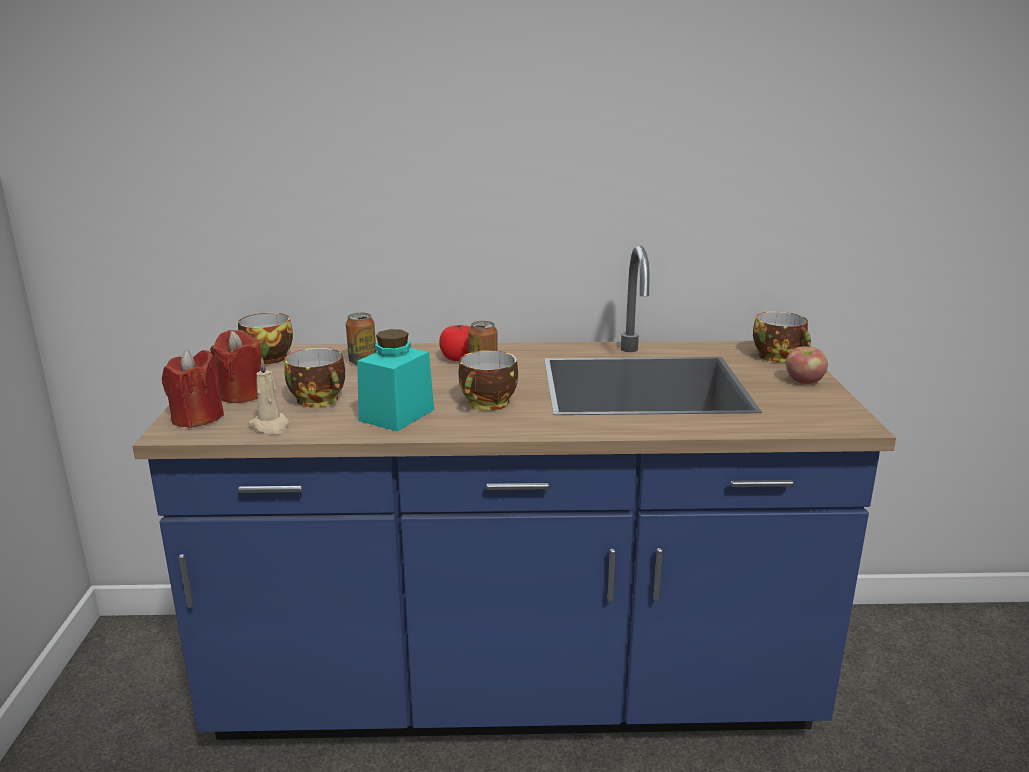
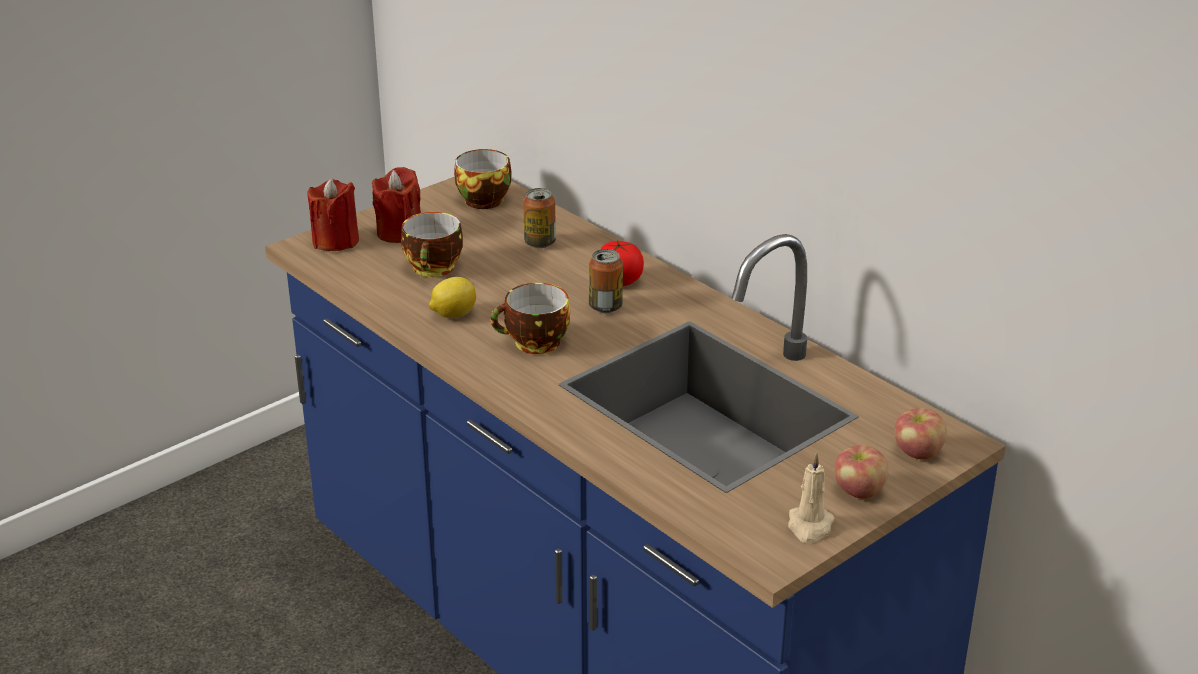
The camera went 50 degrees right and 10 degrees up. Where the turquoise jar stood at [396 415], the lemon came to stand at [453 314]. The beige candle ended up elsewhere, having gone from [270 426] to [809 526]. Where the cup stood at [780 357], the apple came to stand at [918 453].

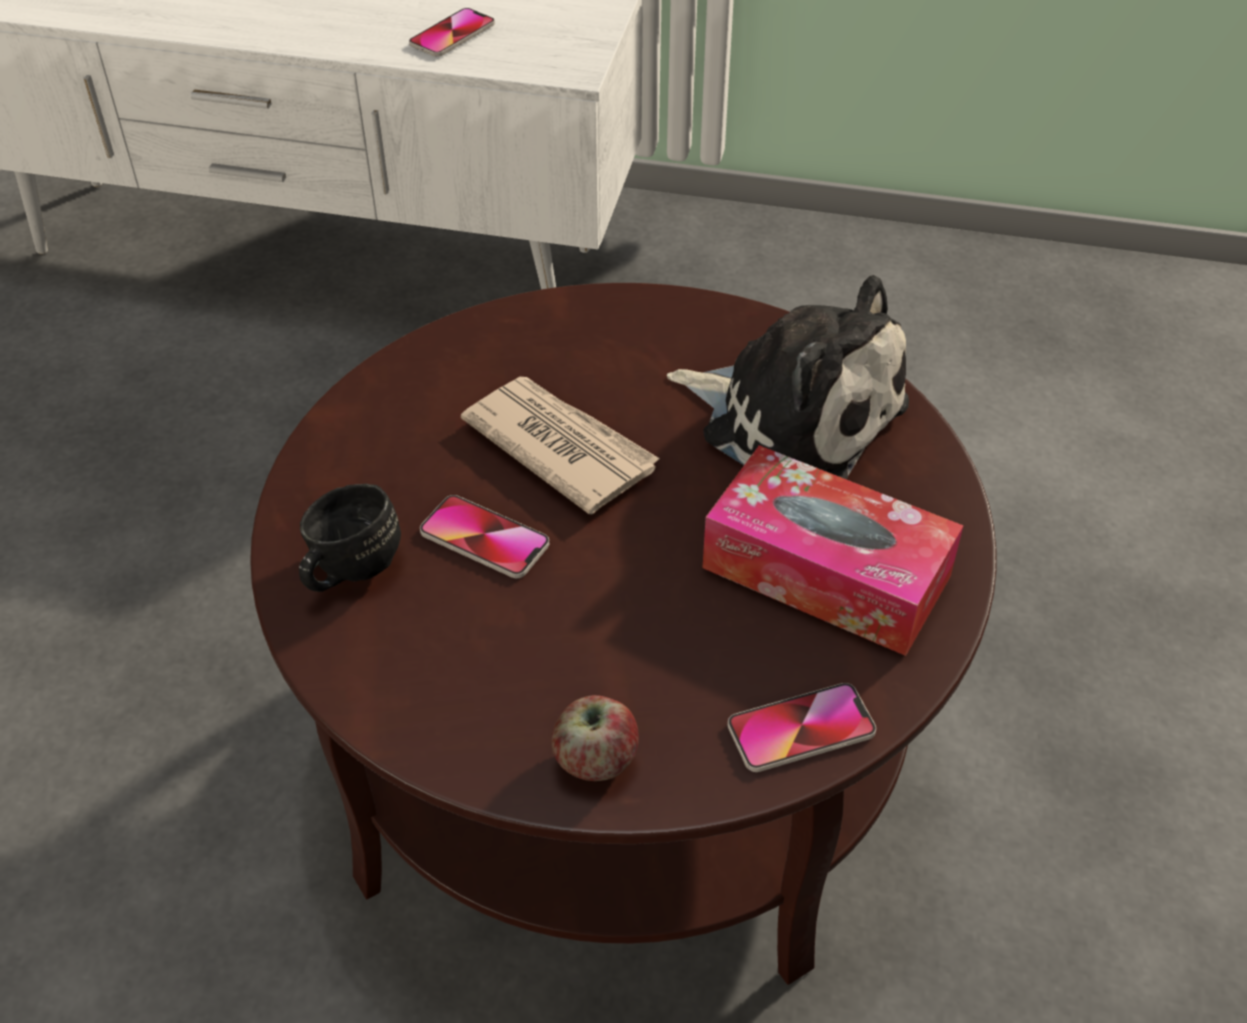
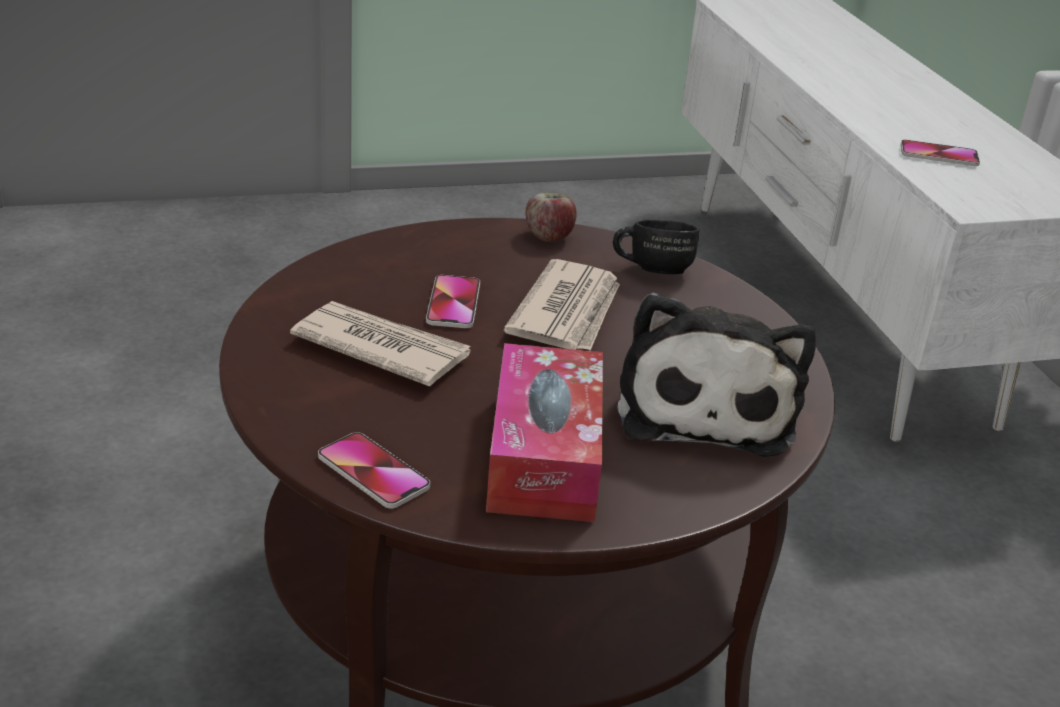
The camera went 60 degrees right and 15 degrees down. The second view gained the newspaper at [381 348]. The apple ended up elsewhere, having gone from [595 760] to [549 236]. The black mug ended up elsewhere, having gone from [346 569] to [651 269].

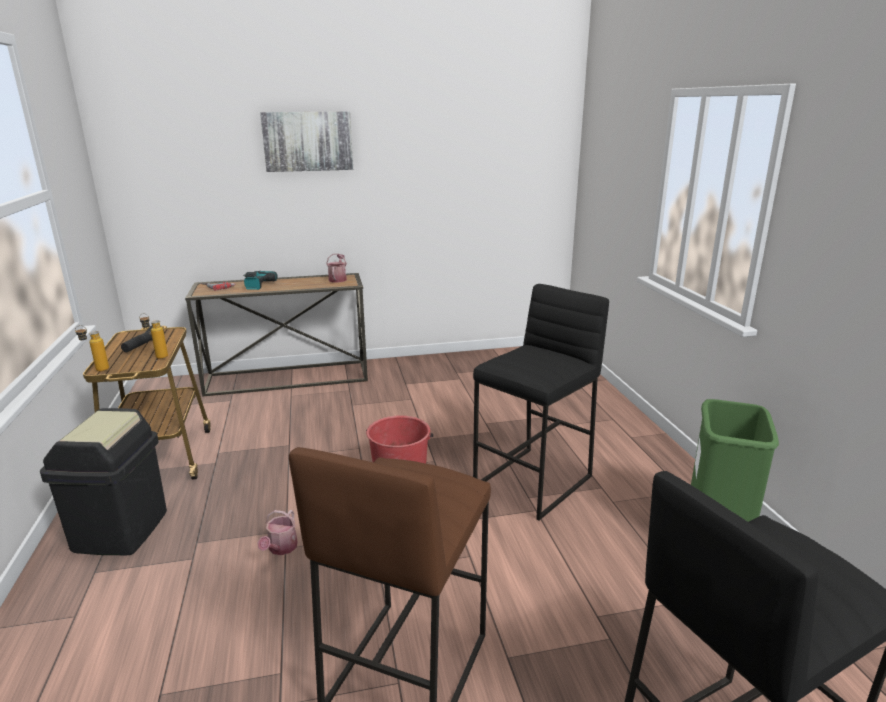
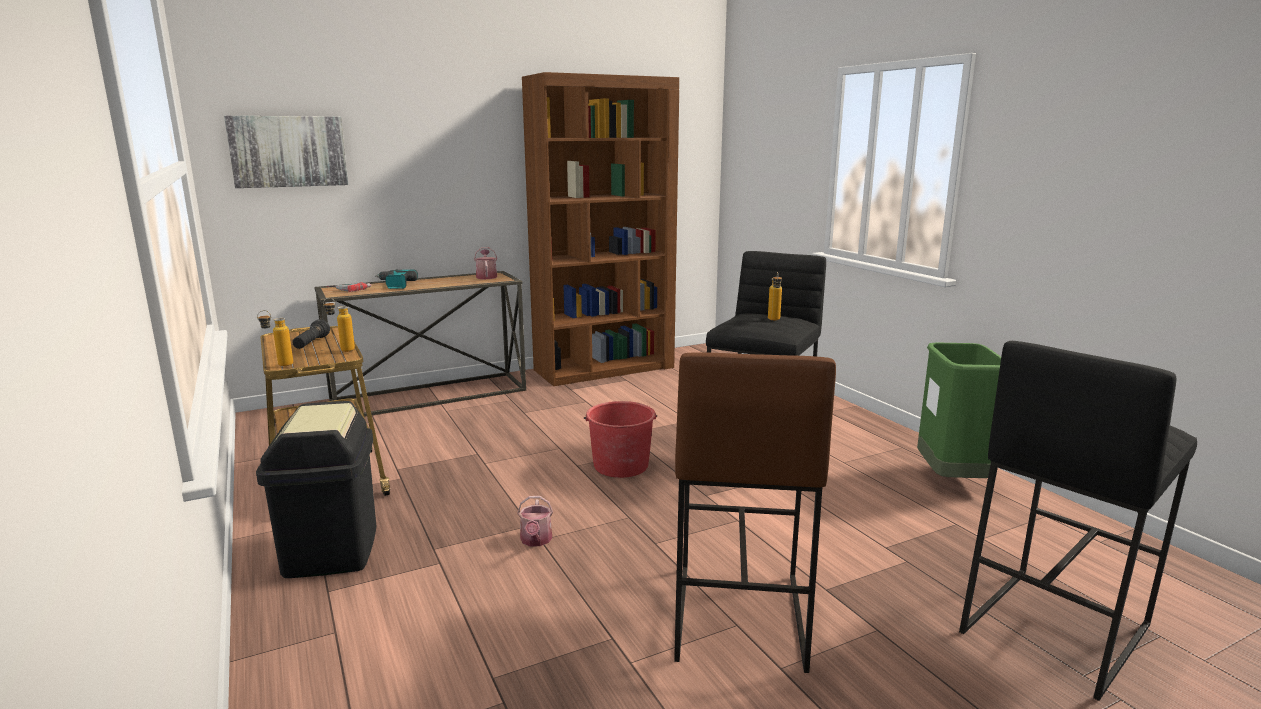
The camera went 15 degrees left and 5 degrees down. The picture ended up elsewhere, having gone from [308 141] to [288 151]. The second view gained the brown bookcase at [604 368]. The second view gained the bottle at [774 320].

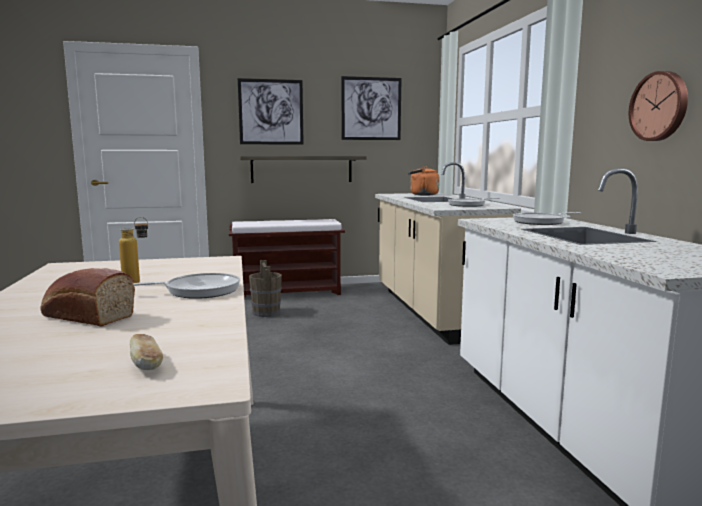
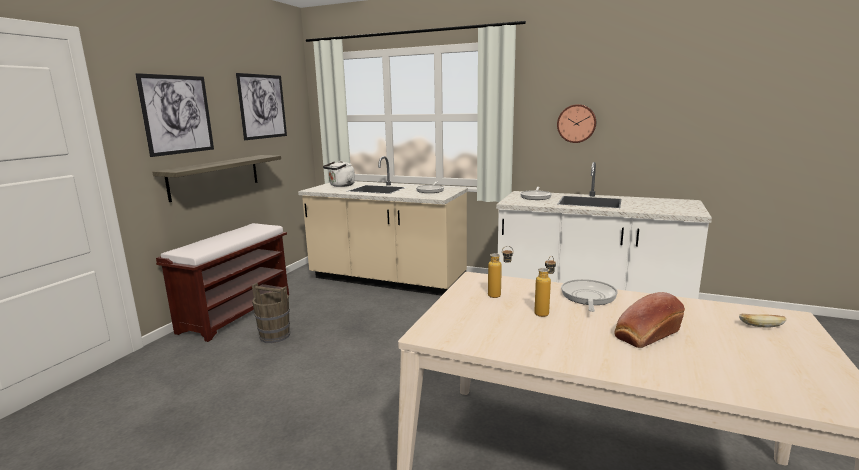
The camera went 55 degrees left and 5 degrees up. What was the orange kettle at [422 195] turned into the white kettle at [341 186]. The second view gained the bottle at [499 296].

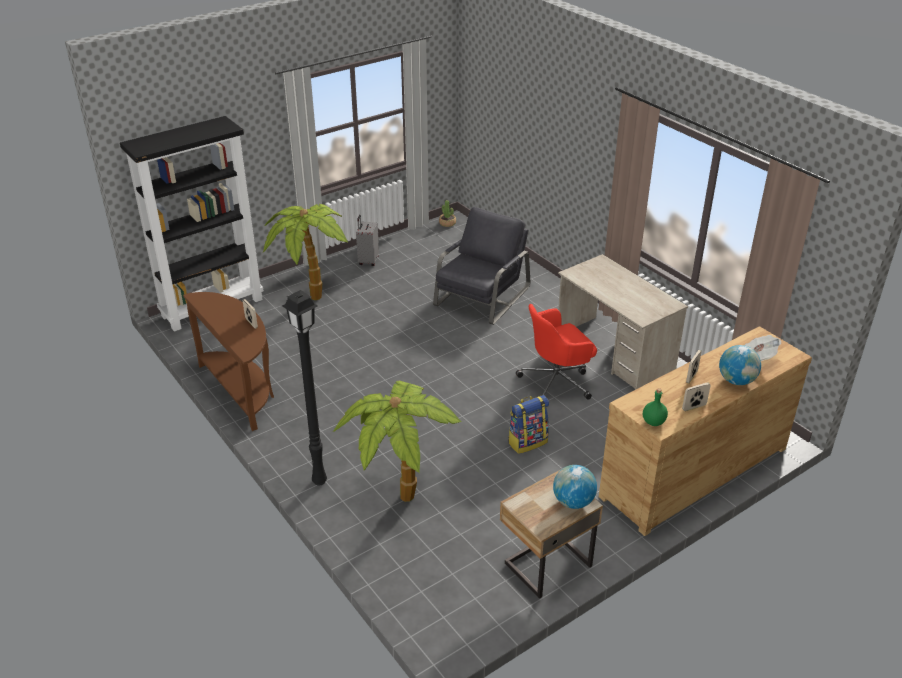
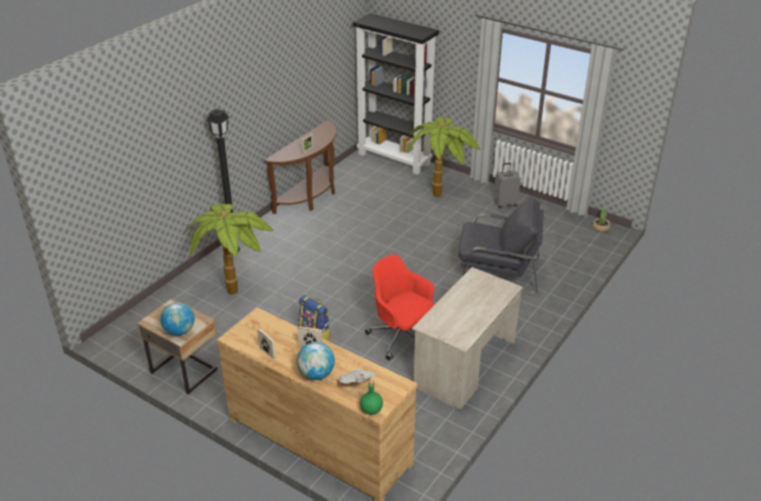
The camera went 70 degrees right and 0 degrees up. The green bottle ended up elsewhere, having gone from [654 422] to [371 410].

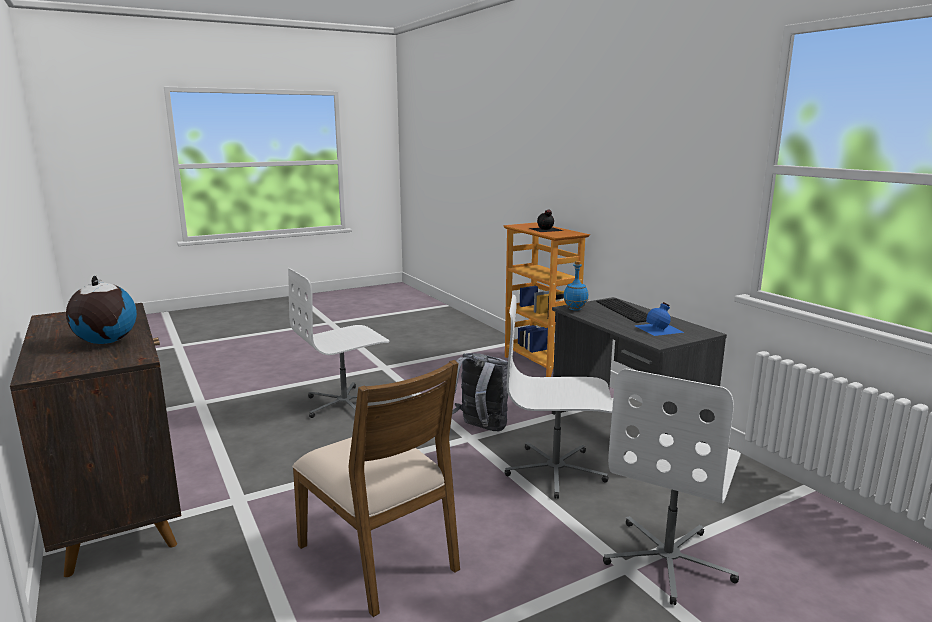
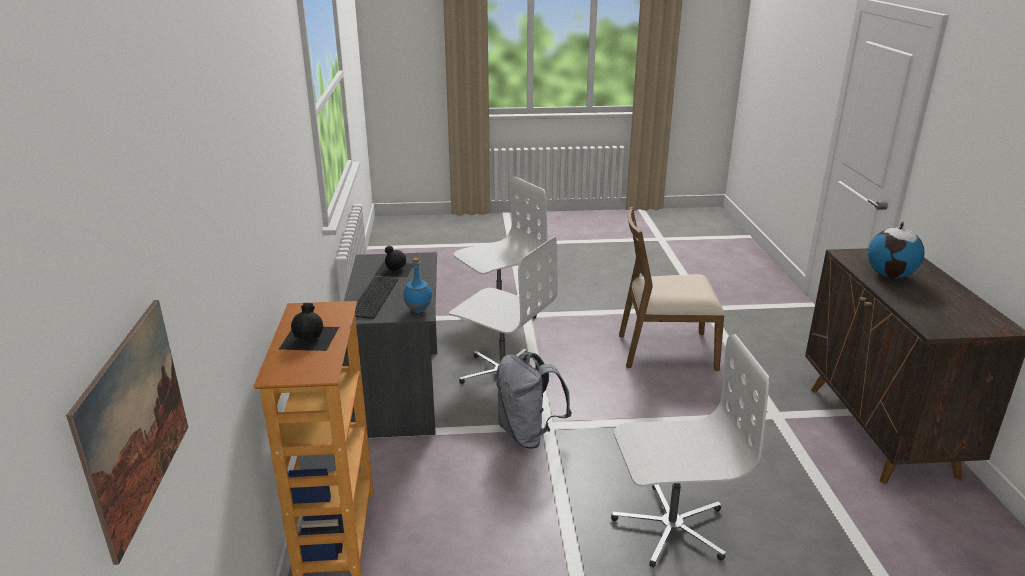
The camera went 155 degrees left and 10 degrees up. The second view gained the picture at [135 422]. What was the blue bottle at [659 329] turned into the black bottle at [394 269]. The brown chair at [380 556] ended up facing another way, 75 degrees counterclockwise from before.

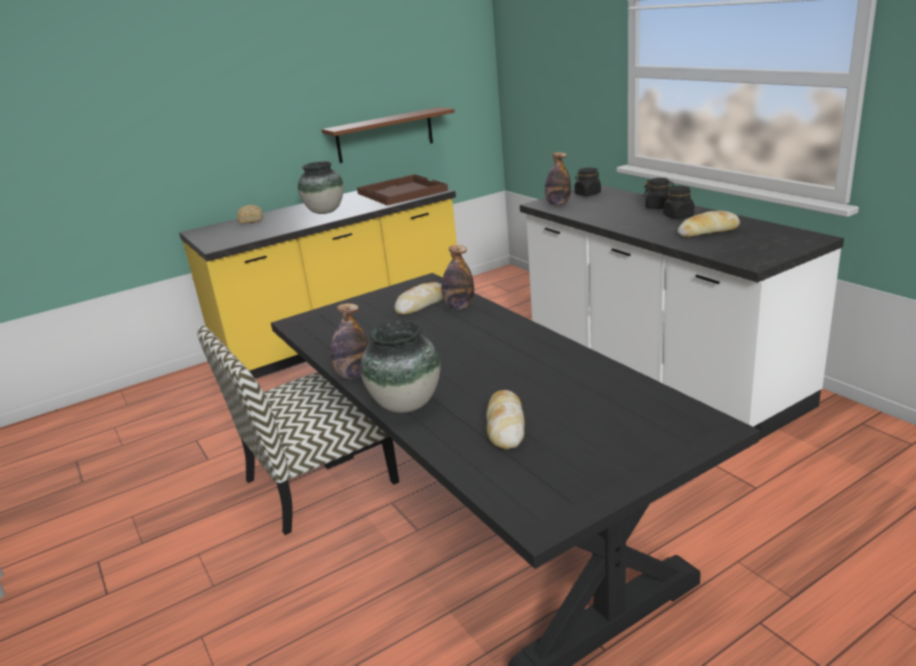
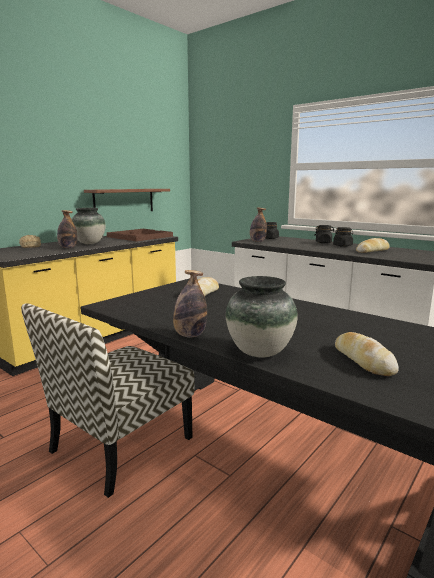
The camera went 20 degrees left and 10 degrees down. The bottle ended up elsewhere, having gone from [459 307] to [68 247].

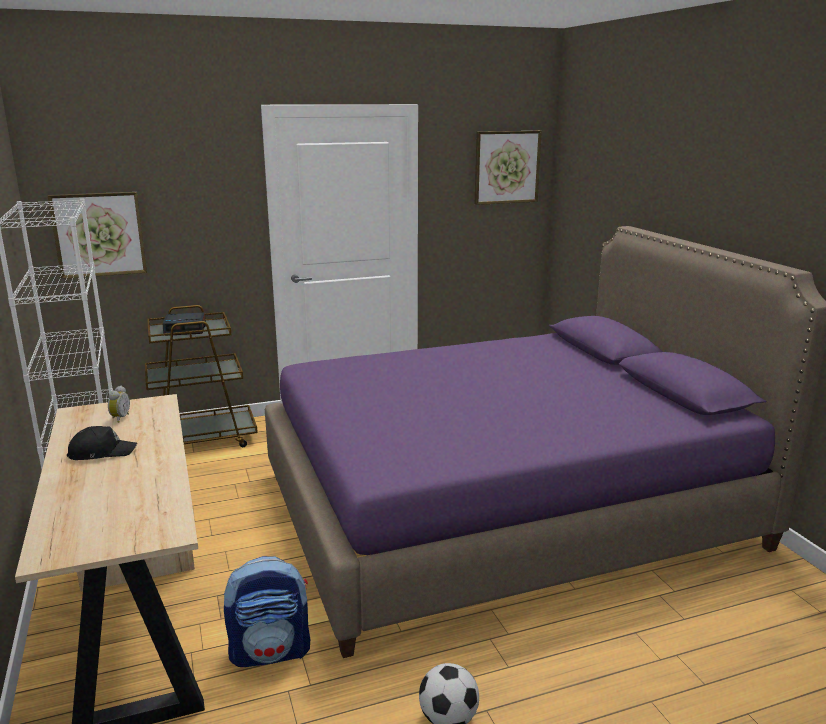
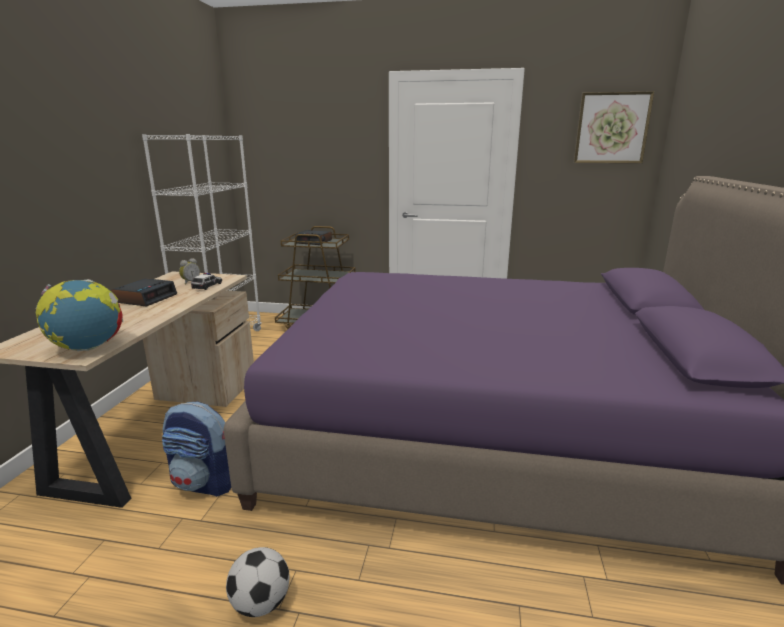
The camera went 30 degrees right and 0 degrees up. The second view gained the globe at [88 348]. Where the black cap stood at [101 452], the alarm clock came to stand at [145 298]. The second view gained the toy car at [207 285]. The second view lost the picture at [99 234].

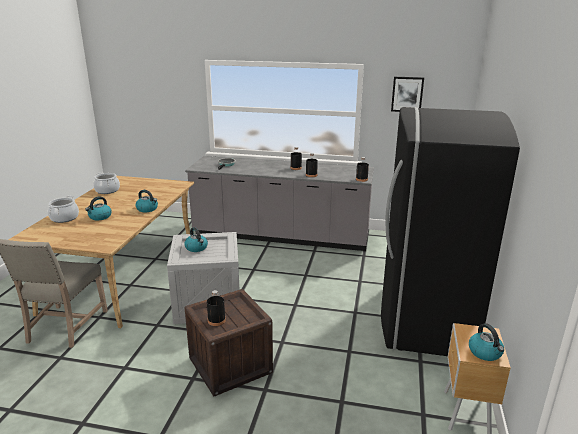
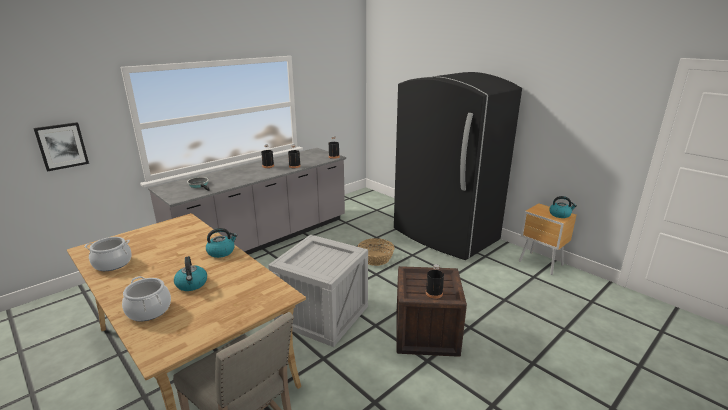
The camera went 55 degrees left and 0 degrees up. The picture ended up elsewhere, having gone from [407 94] to [62 146]. The second view gained the basket at [375 258]. The second view lost the kettle at [196 248].

